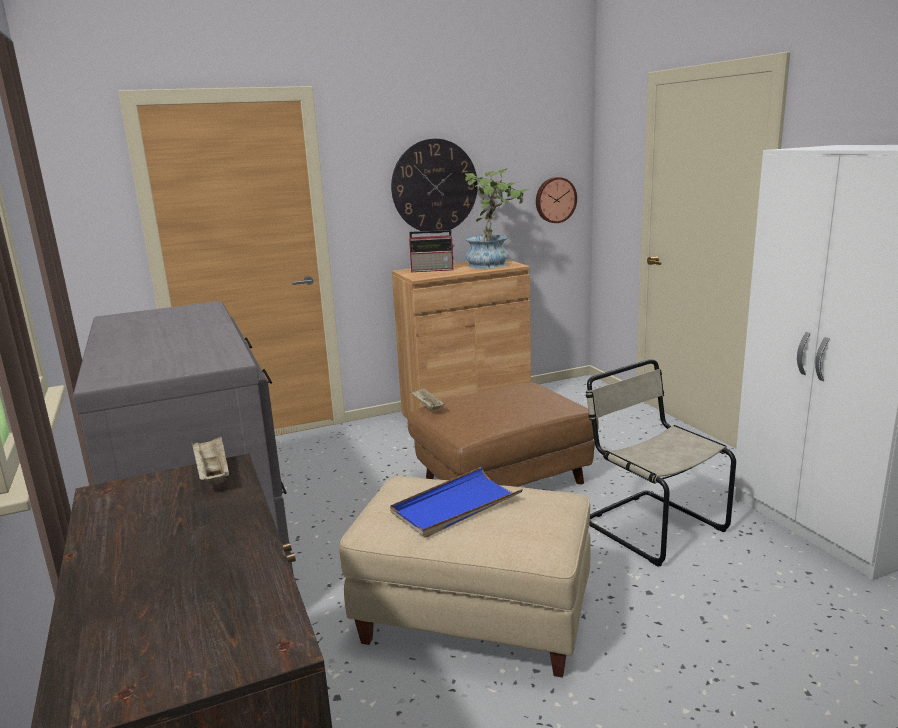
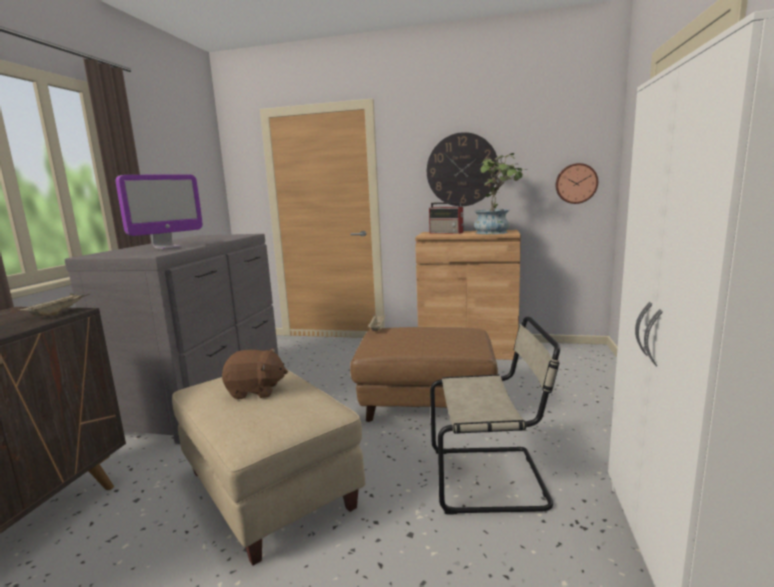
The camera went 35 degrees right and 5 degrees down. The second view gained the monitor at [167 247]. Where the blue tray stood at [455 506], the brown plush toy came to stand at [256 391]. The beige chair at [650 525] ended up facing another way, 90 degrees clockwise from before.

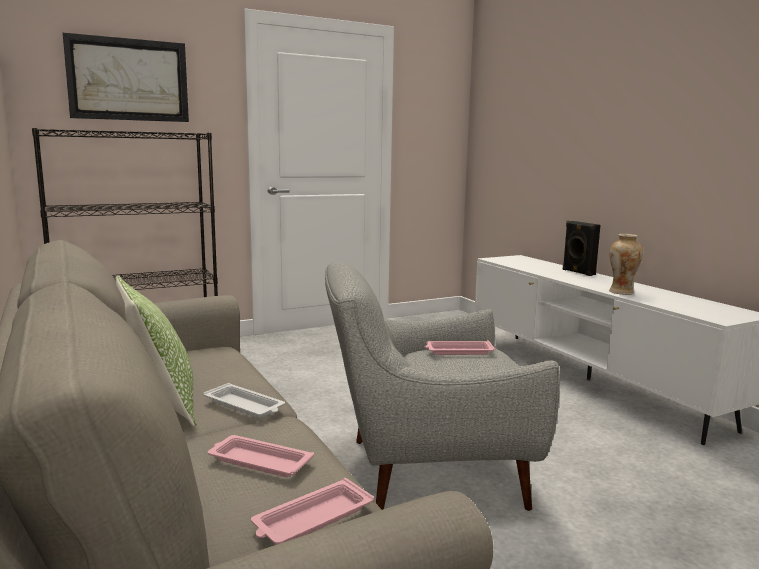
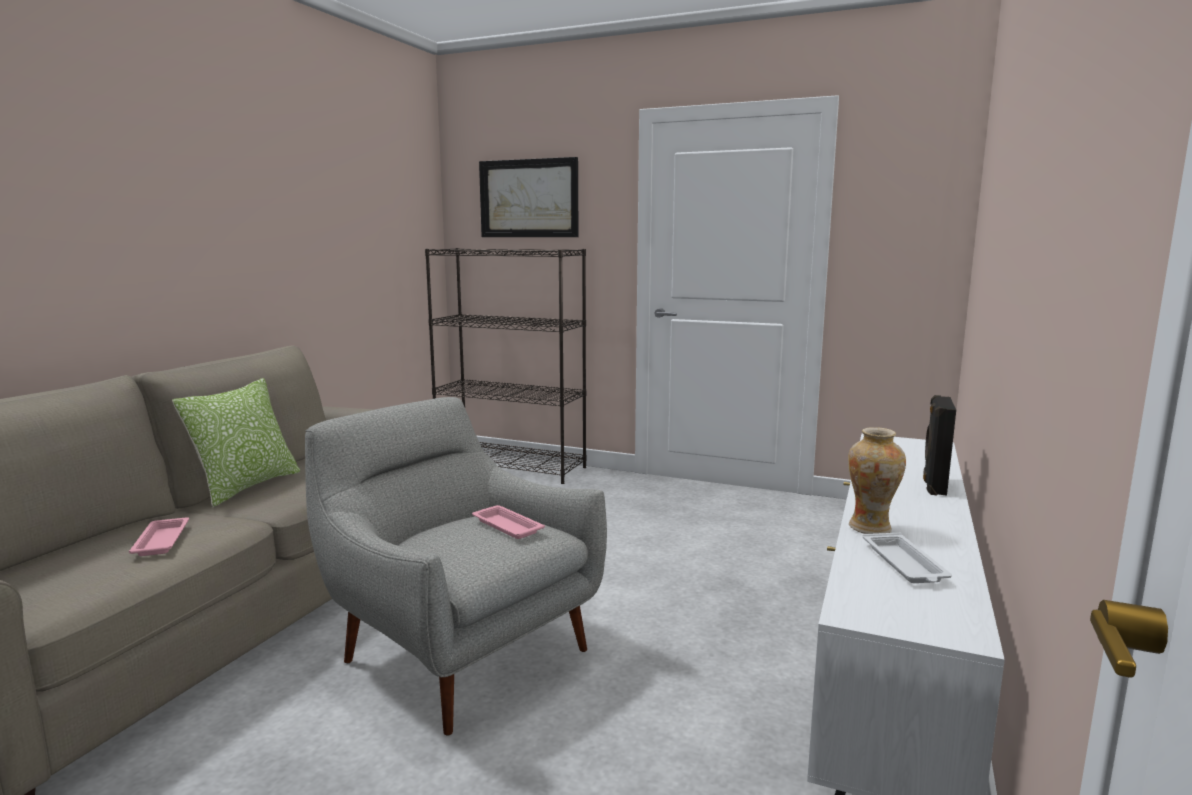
The camera went 50 degrees right and 0 degrees up. The white tray ended up elsewhere, having gone from [245 406] to [904 564]. The second view lost the pink tray at [312 519].

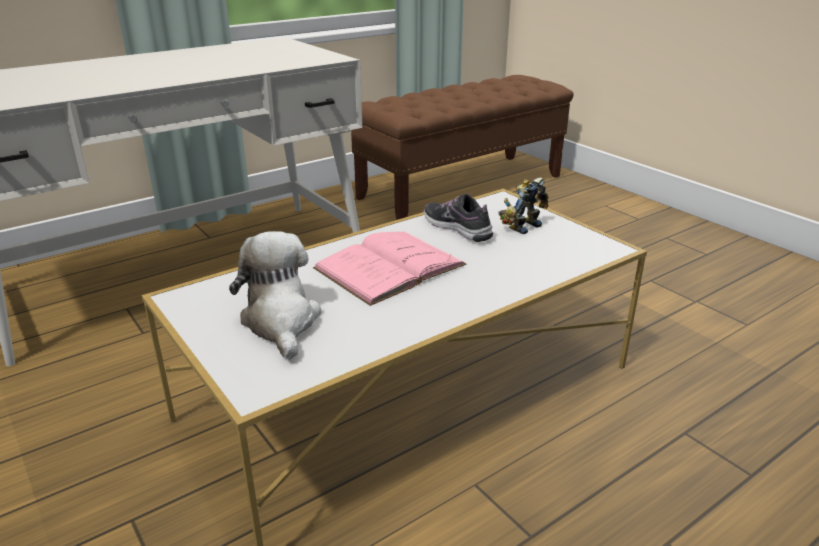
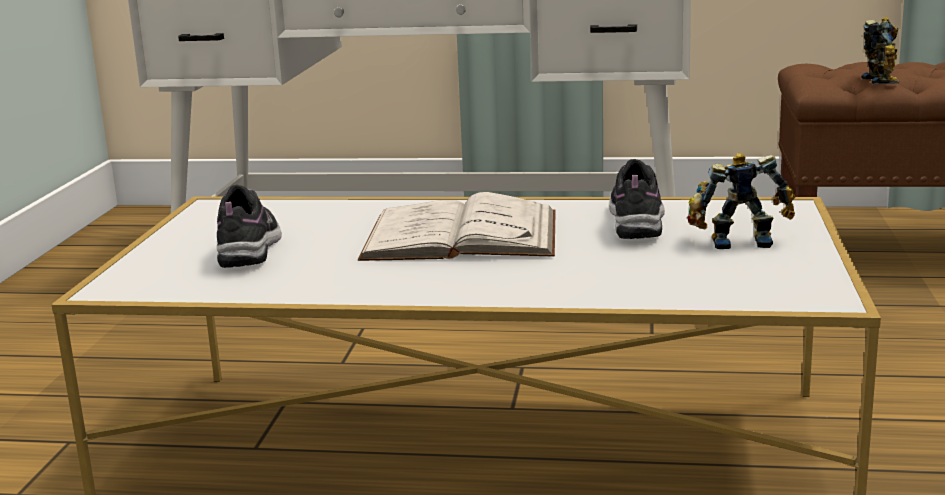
The camera went 45 degrees right and 10 degrees down. Where the plush toy stood at [281 322], the shoe came to stand at [249 248]. What was the pink book at [390 266] turned into the white book at [461 235]. The second view gained the toy robot at [883 80].

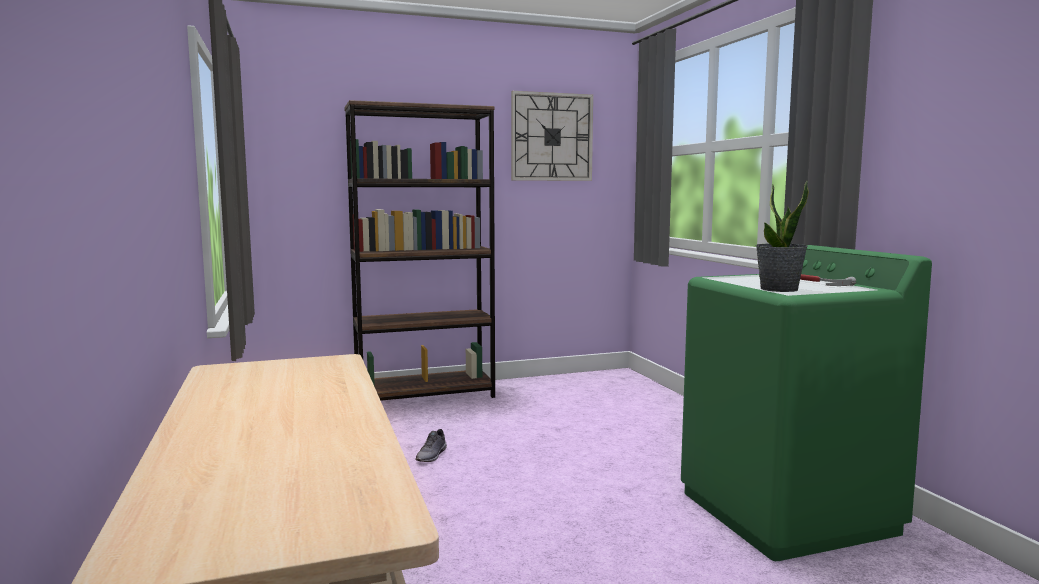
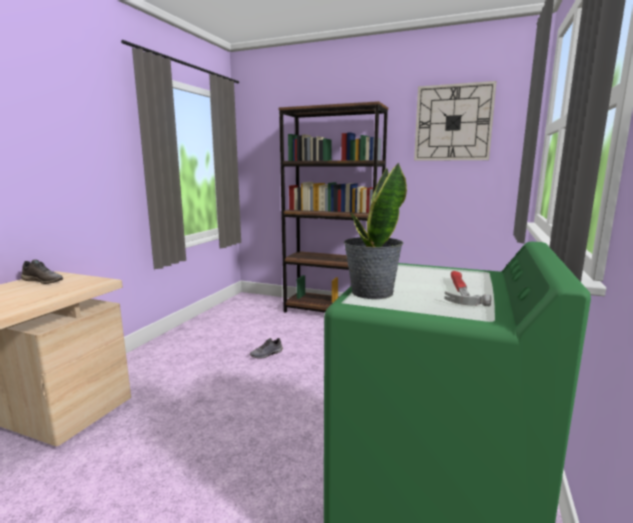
The camera went 40 degrees right and 5 degrees up. The second view gained the grey shoe at [44 281].

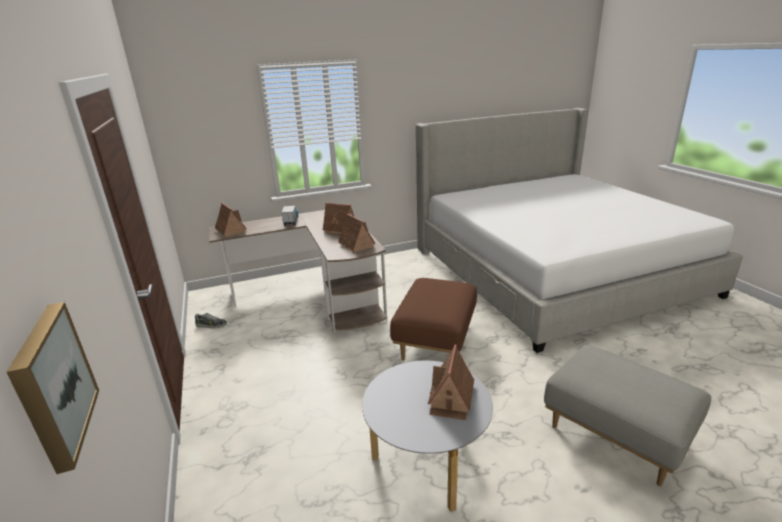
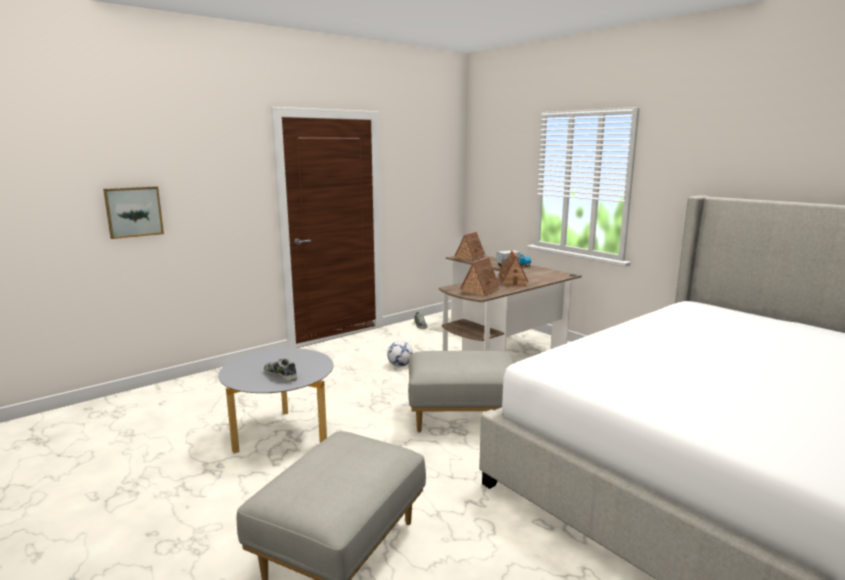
The camera went 70 degrees right and 10 degrees down. Where the toy house stood at [451 398], the shoe came to stand at [281 375]. The second view gained the football at [400 365]. What was the brown ottoman at [435 341] turned into the grey ottoman at [463 416].

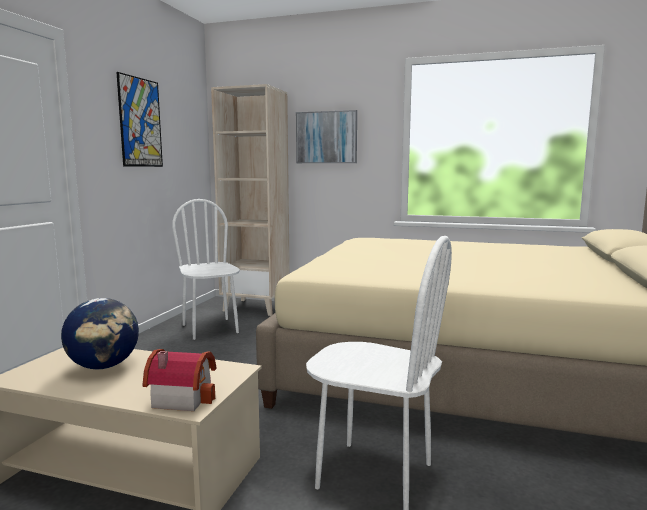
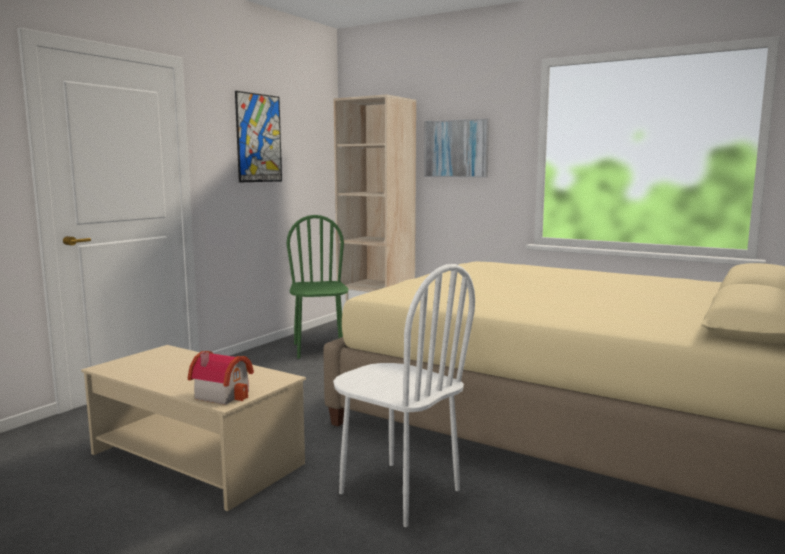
The camera went 15 degrees right and 0 degrees up. What was the white chair at [210 328] turned into the green chair at [319 349]. The second view lost the globe at [104 366].

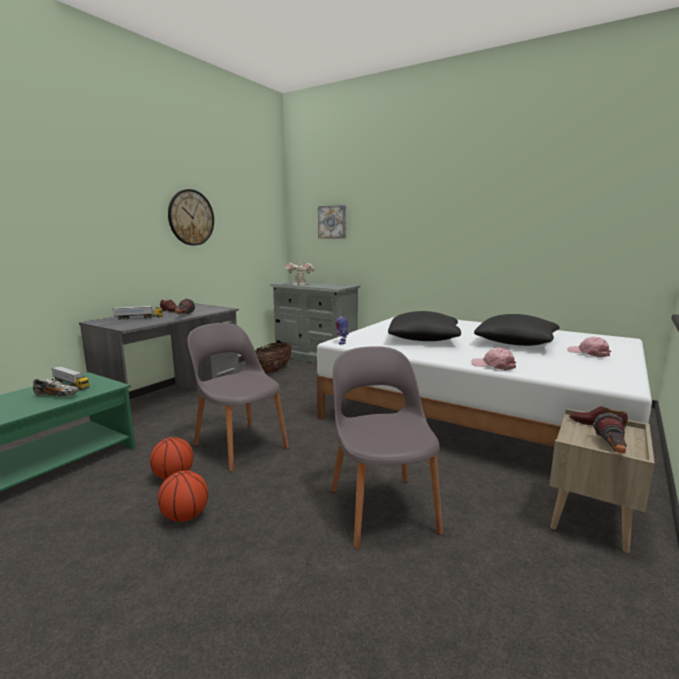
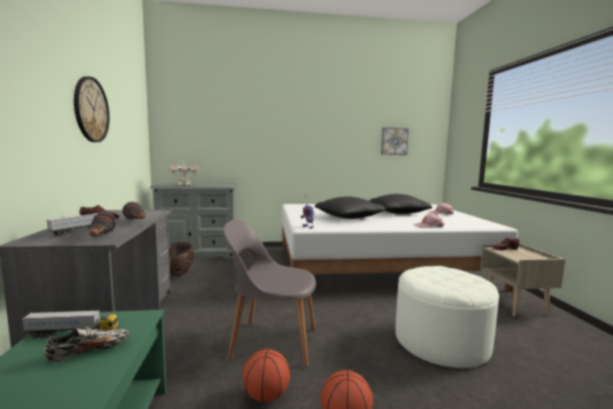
The camera went 40 degrees left and 5 degrees down. The flashlight ended up elsewhere, having gone from [611 449] to [100 238]. The picture ended up elsewhere, having gone from [332 222] to [394 141]. Where the grey chair stood at [382 507], the white ottoman came to stand at [441 342].

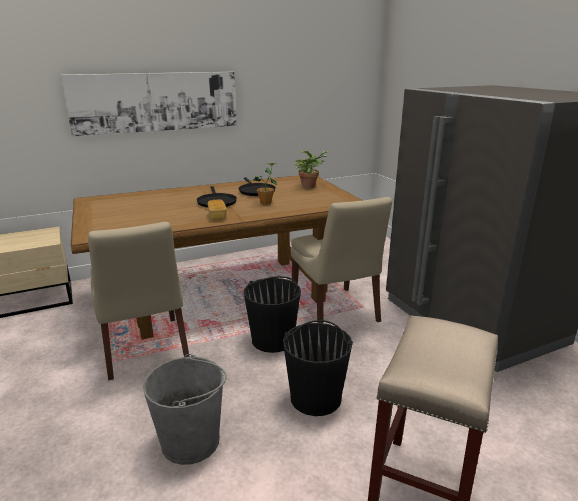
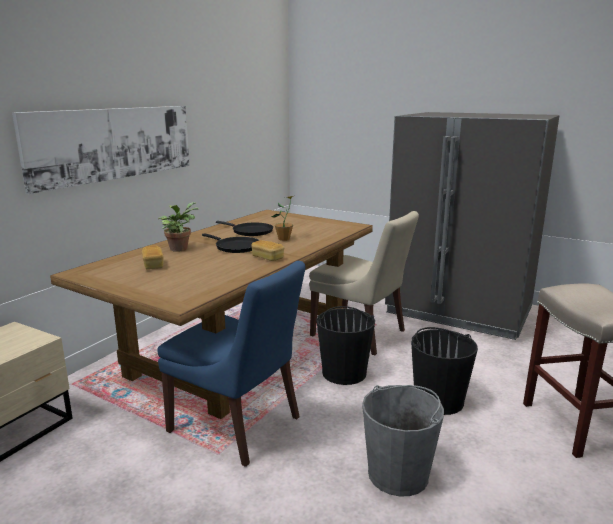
The camera went 35 degrees left and 5 degrees down. The second view gained the bread at [153 265]. What was the beige chair at [145 349] turned into the blue chair at [238 426]. The potted plant ended up elsewhere, having gone from [309 186] to [179 248].

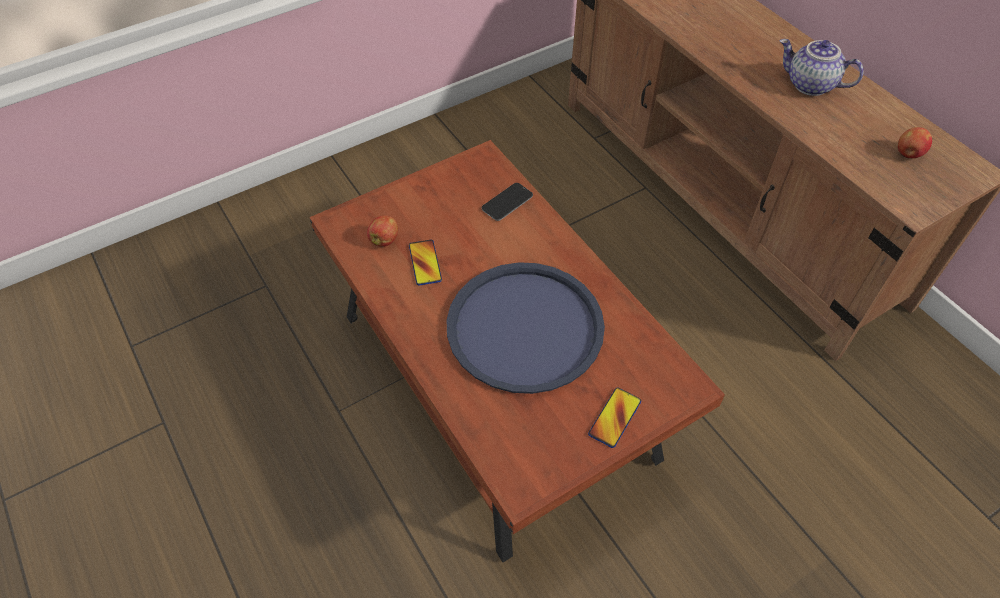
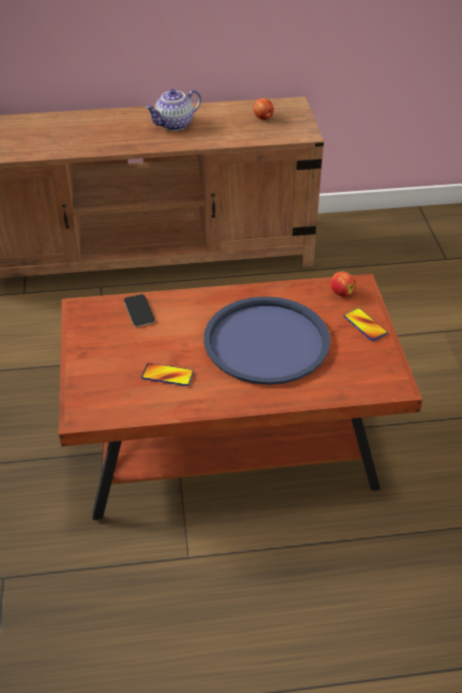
The camera went 65 degrees left and 10 degrees down. The apple ended up elsewhere, having gone from [385 240] to [341 292].

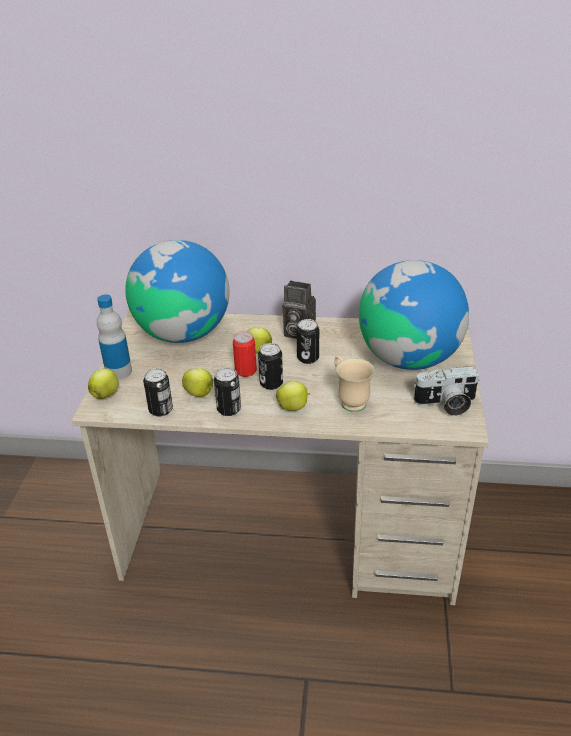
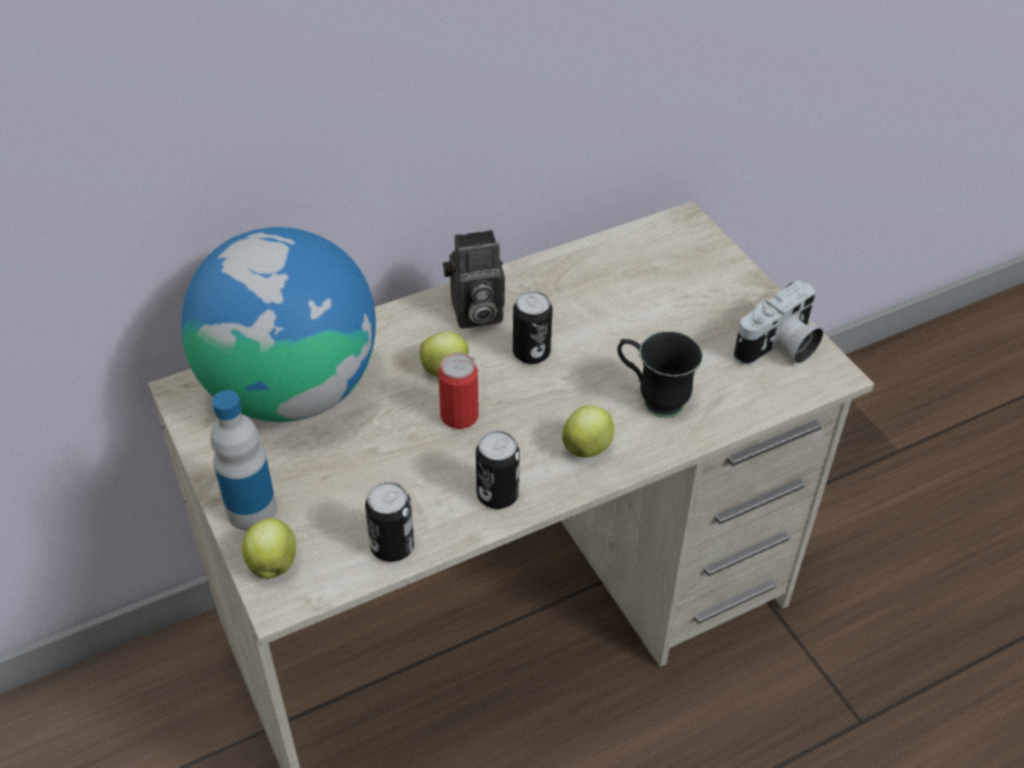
The camera went 35 degrees left and 10 degrees up. What was the beige mug at [349 400] turned into the black mug at [652 399]. The second view lost the apple at [200 394]. The second view lost the can at [271 383]. The second view lost the globe at [408 358].

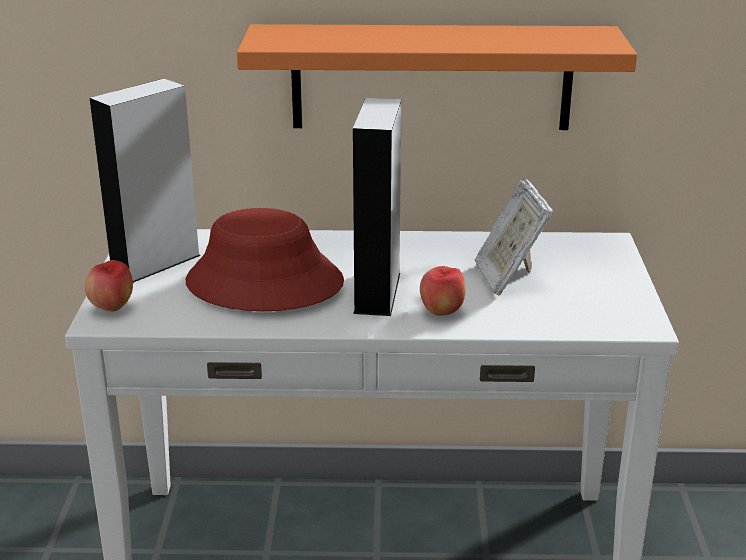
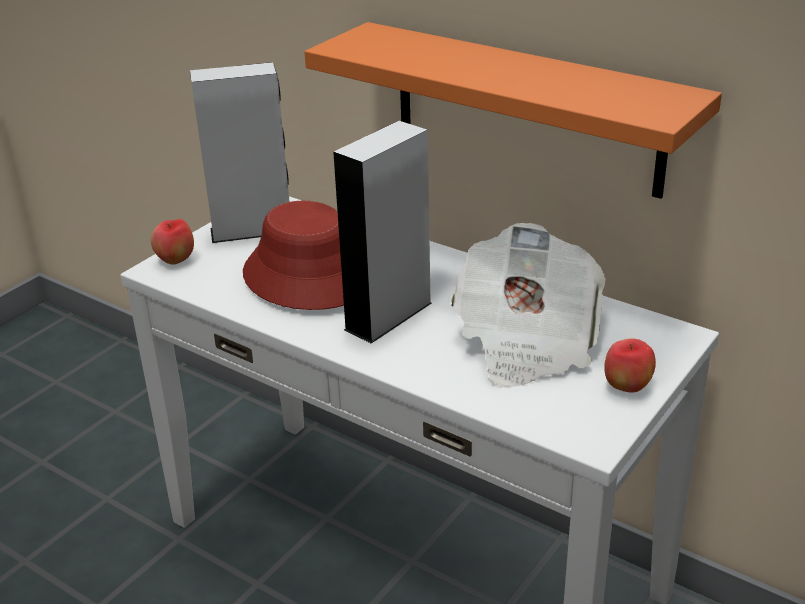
The camera went 35 degrees right and 5 degrees up. Where the picture frame stood at [509 277], the newspaper came to stand at [525 341]. The apple ended up elsewhere, having gone from [441 312] to [627 387].

